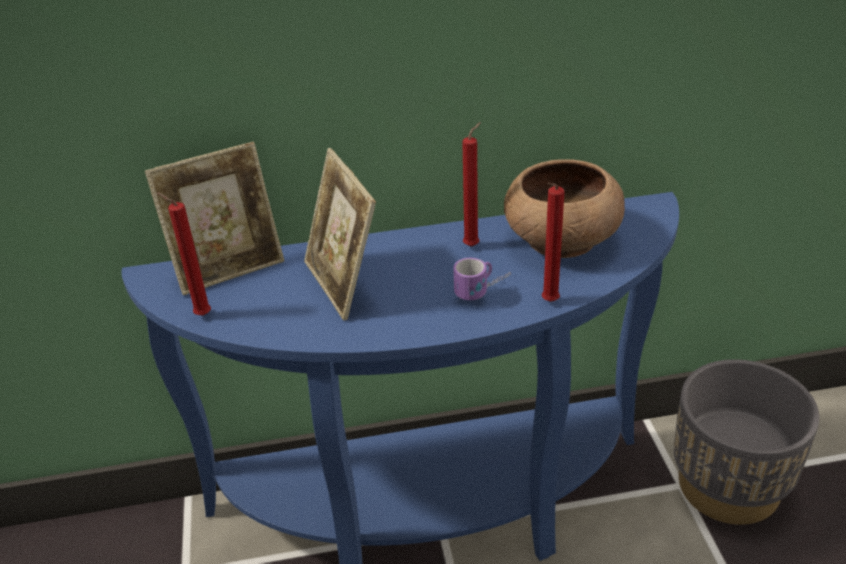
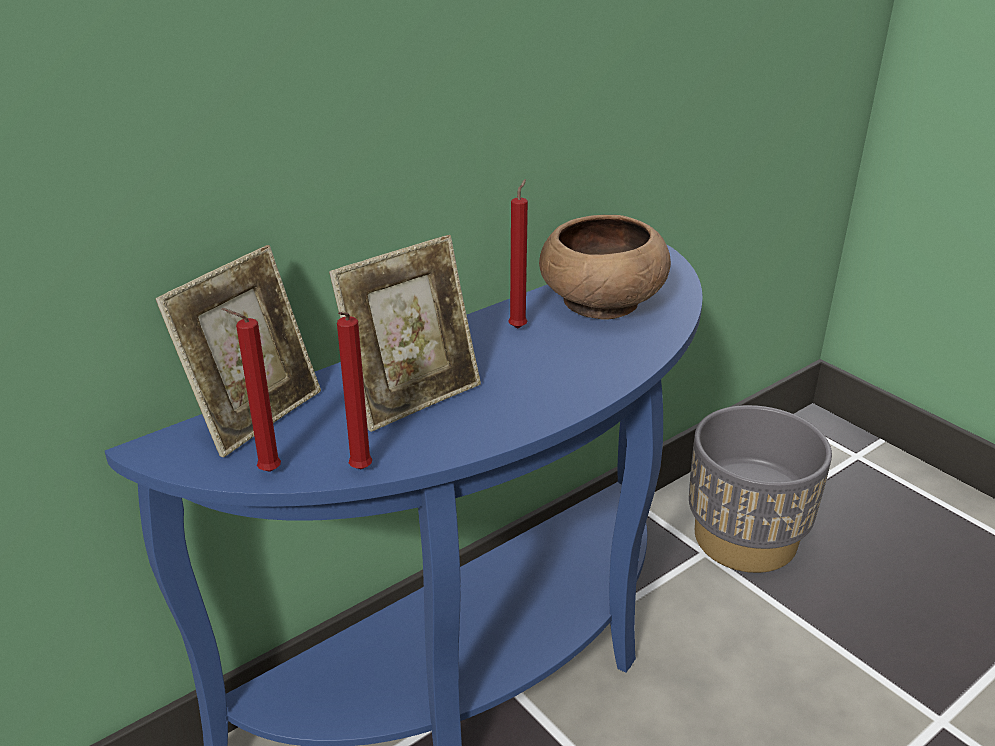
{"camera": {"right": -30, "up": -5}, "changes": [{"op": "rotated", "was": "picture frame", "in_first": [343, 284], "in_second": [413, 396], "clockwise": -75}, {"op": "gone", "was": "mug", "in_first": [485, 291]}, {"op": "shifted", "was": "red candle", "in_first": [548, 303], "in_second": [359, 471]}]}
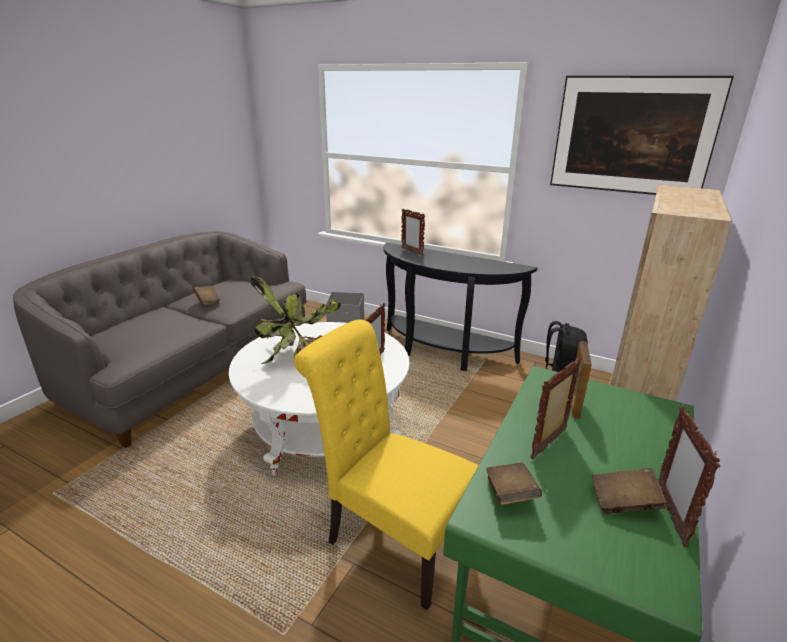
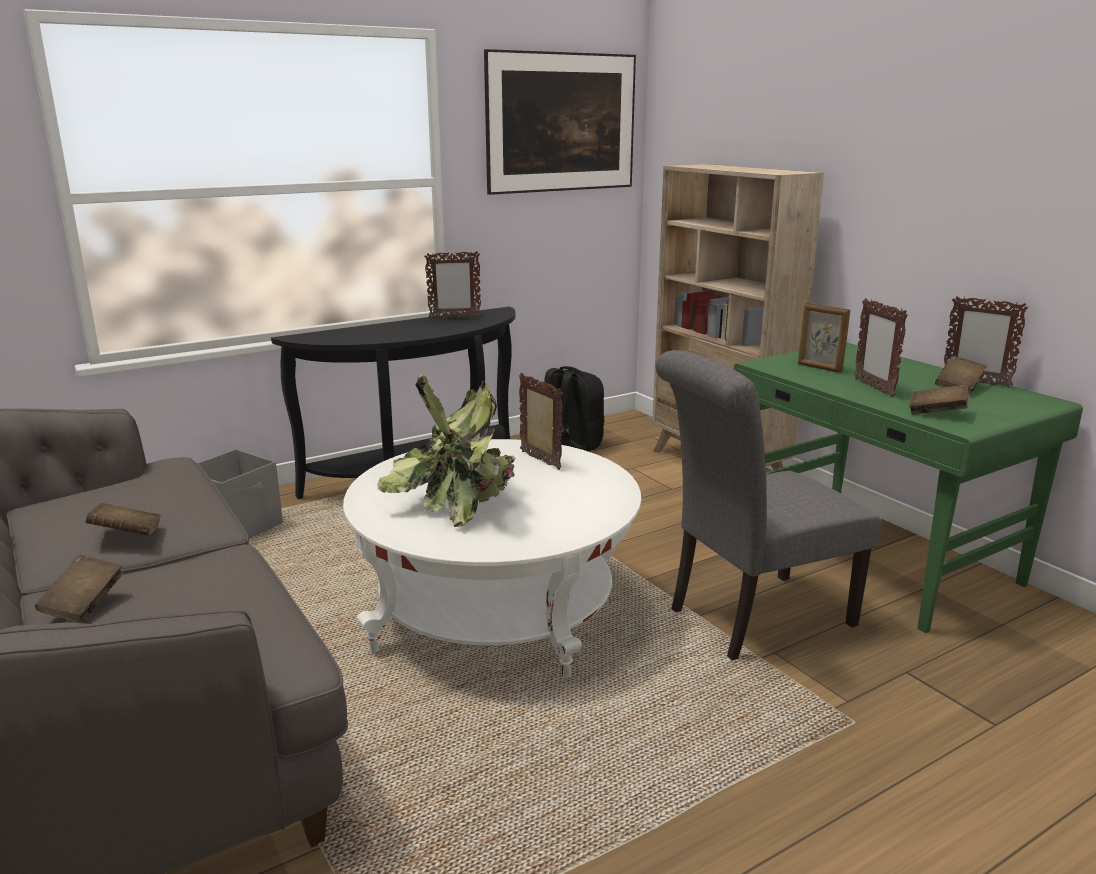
{"camera": {"right": -60, "up": -5}, "changes": [{"op": "repainted", "was": "yellow chair", "now": "grey chair", "in_first": [390, 539], "in_second": [751, 619]}, {"op": "shifted", "was": "picture frame", "in_first": [412, 252], "in_second": [454, 318]}, {"op": "new", "now": "brown book", "in_second": [84, 604]}]}
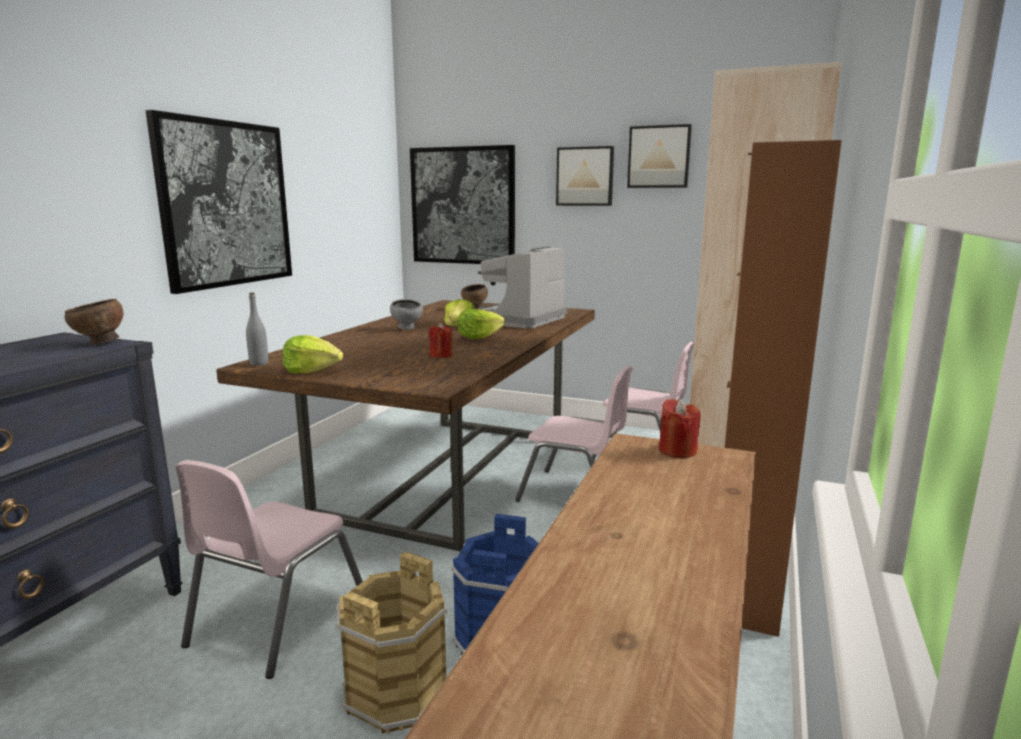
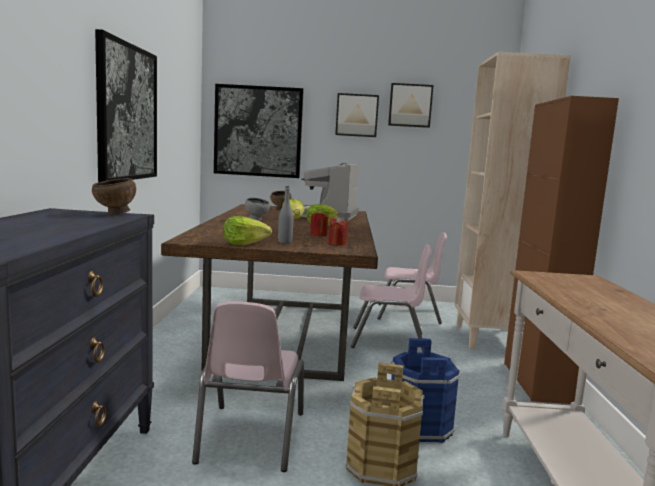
{"camera": {"right": -20, "up": -5}, "changes": [{"op": "shifted", "was": "grey bottle", "in_first": [259, 363], "in_second": [285, 242]}, {"op": "shifted", "was": "red candle", "in_first": [677, 451], "in_second": [337, 243]}]}
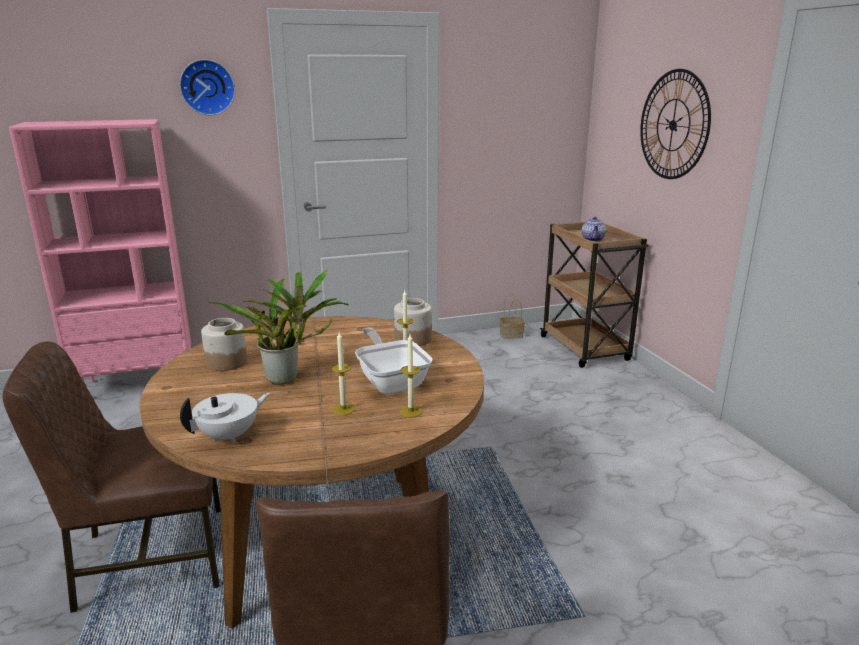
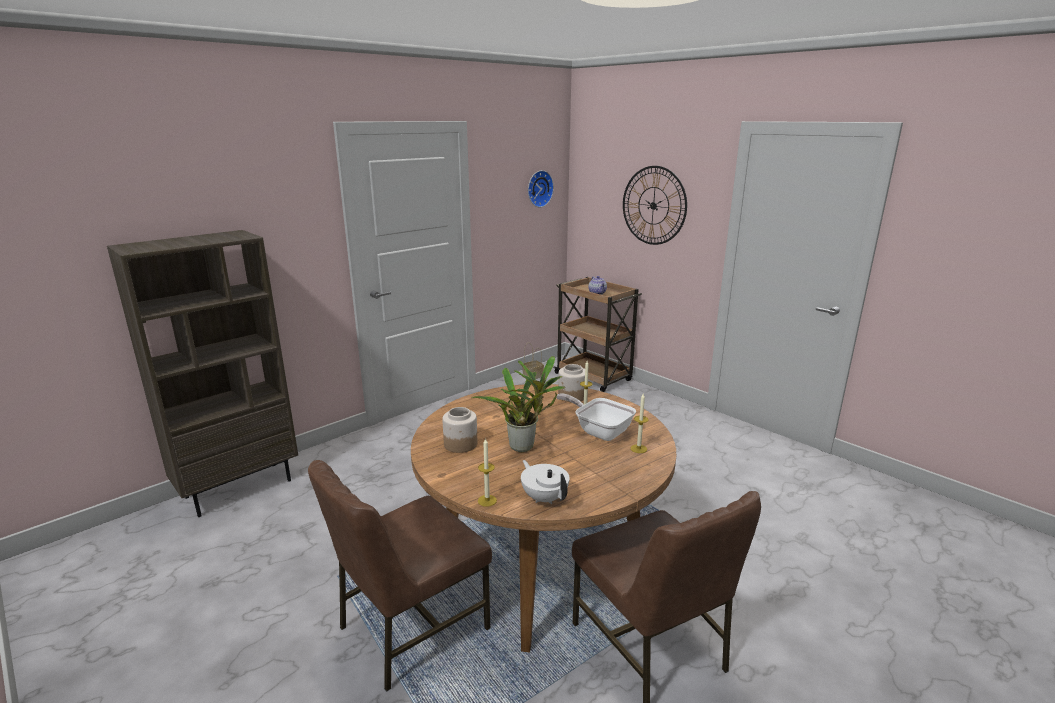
{"camera": {"right": -25, "up": 0}, "changes": [{"op": "repainted", "was": "pink bookcase", "now": "brown bookcase", "in_first": [138, 383], "in_second": [239, 488]}, {"op": "shifted", "was": "wall clock", "in_first": [207, 87], "in_second": [538, 188]}, {"op": "rotated", "was": "white teapot", "in_first": [230, 436], "in_second": [544, 498], "clockwise": -60}, {"op": "shifted", "was": "candle", "in_first": [343, 409], "in_second": [487, 500]}]}
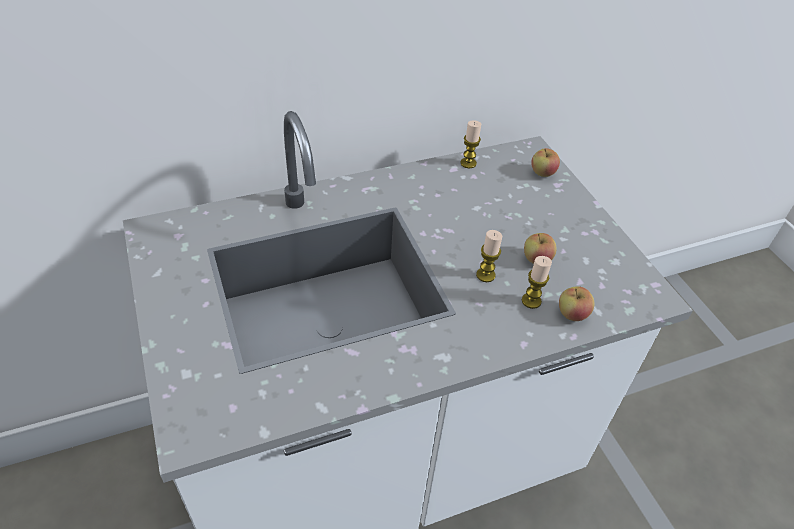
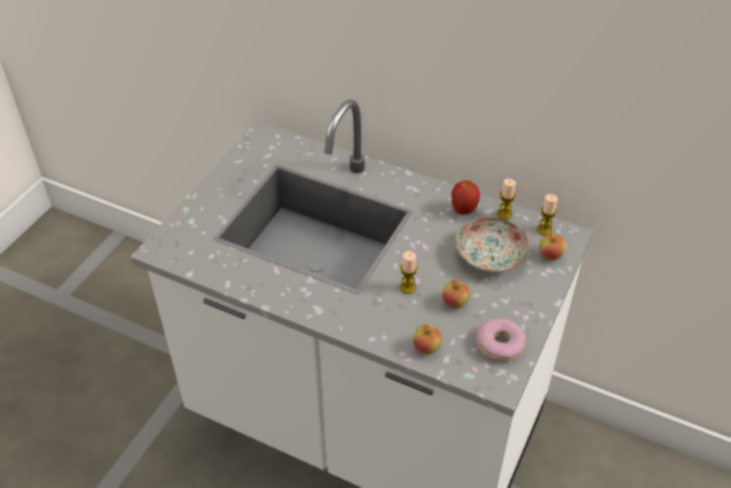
{"camera": {"right": 50, "up": 0}, "changes": [{"op": "shifted", "was": "candle", "in_first": [531, 301], "in_second": [544, 229]}, {"op": "new", "now": "apple", "in_second": [463, 211]}, {"op": "new", "now": "plate", "in_second": [491, 255]}, {"op": "new", "now": "donut", "in_second": [499, 345]}]}
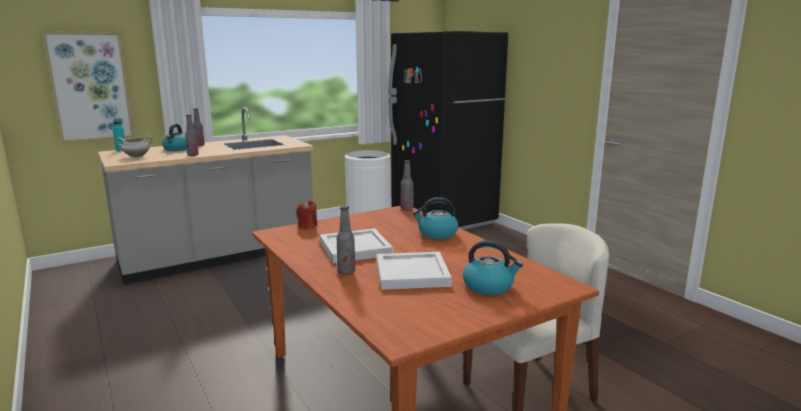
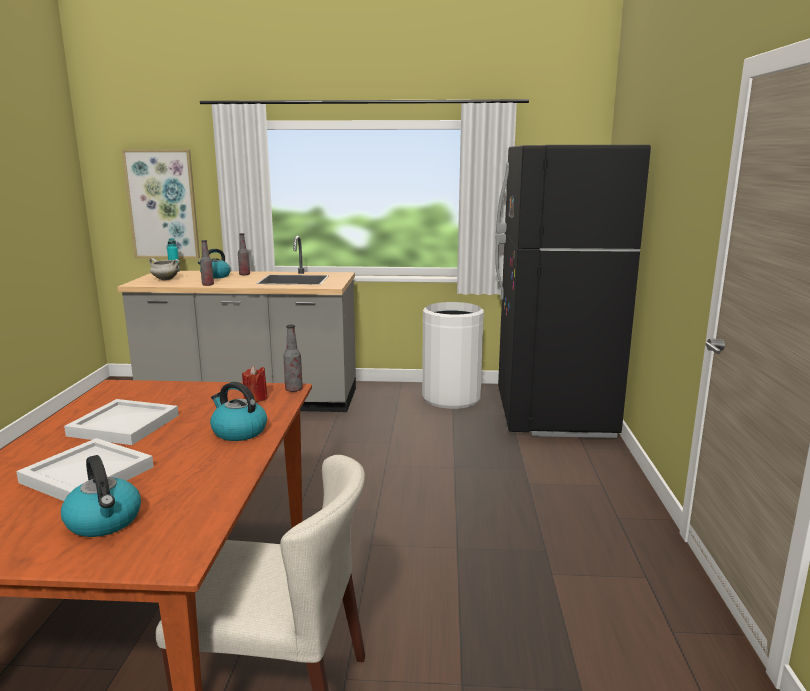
{"camera": {"right": 35, "up": 0}, "changes": [{"op": "shifted", "was": "red candle", "in_first": [307, 226], "in_second": [255, 398]}, {"op": "gone", "was": "bottle", "in_first": [346, 272]}]}
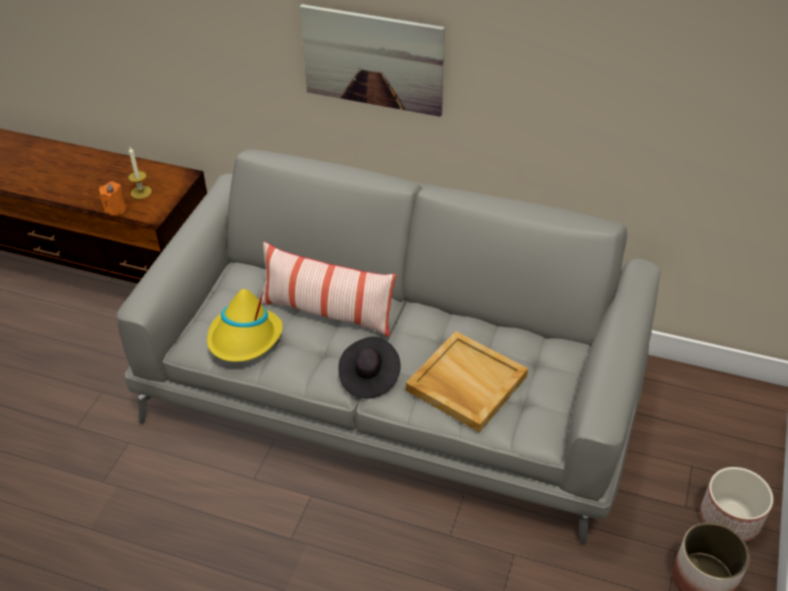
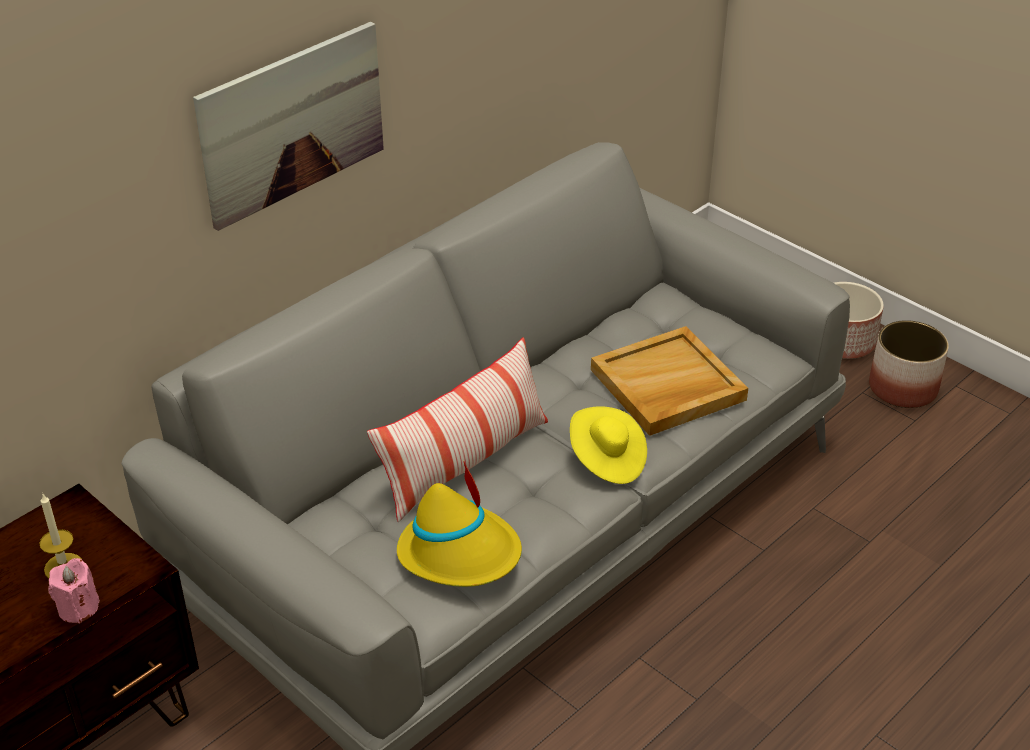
{"camera": {"right": -65, "up": -5}, "changes": [{"op": "repainted", "was": "orange candle", "now": "pink candle", "in_first": [115, 209], "in_second": [78, 608]}, {"op": "repainted", "was": "black hat", "now": "yellow hat", "in_first": [369, 377], "in_second": [606, 460]}]}
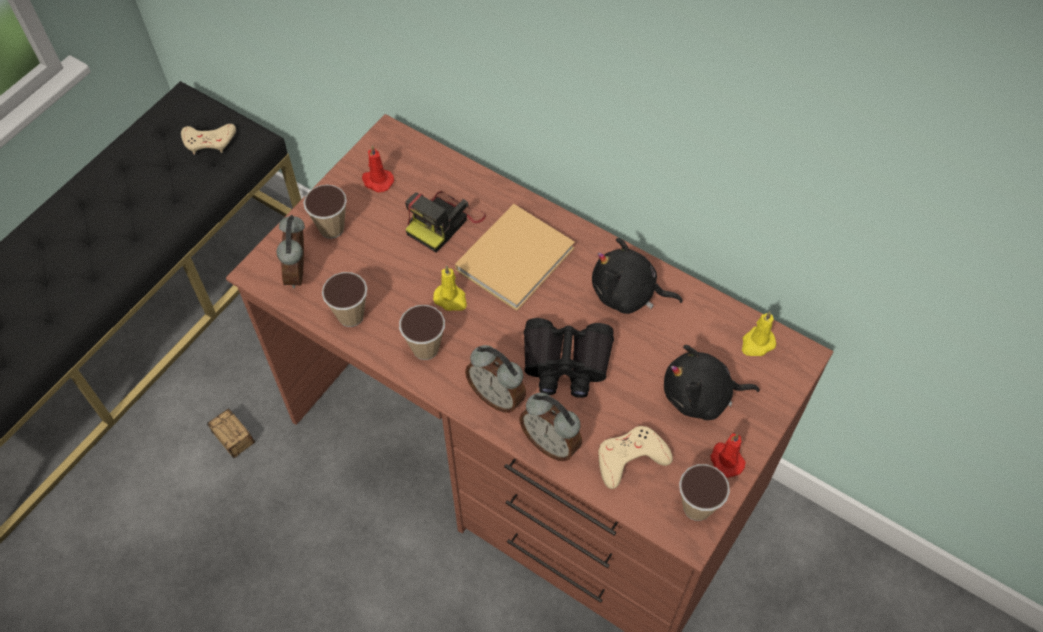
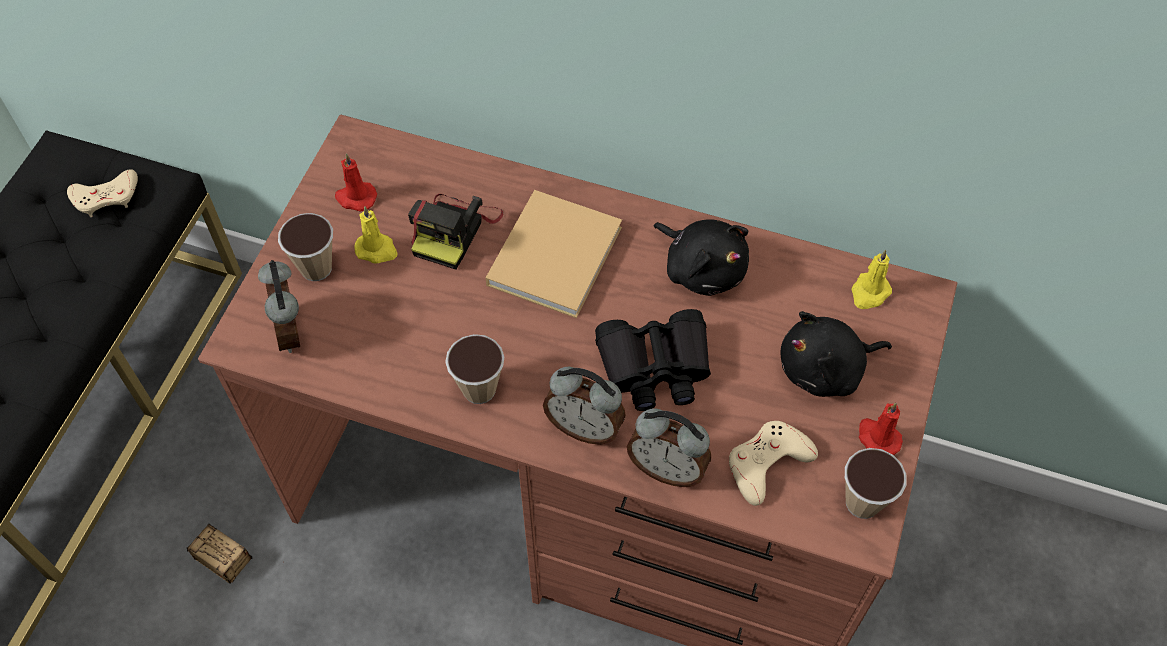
{"camera": {"right": -15, "up": 0}, "changes": [{"op": "gone", "was": "cup", "in_first": [351, 316]}, {"op": "shifted", "was": "yellow candle", "in_first": [451, 299], "in_second": [377, 250]}, {"op": "rotated", "was": "black plush toy", "in_first": [628, 294], "in_second": [702, 268], "clockwise": -135}]}
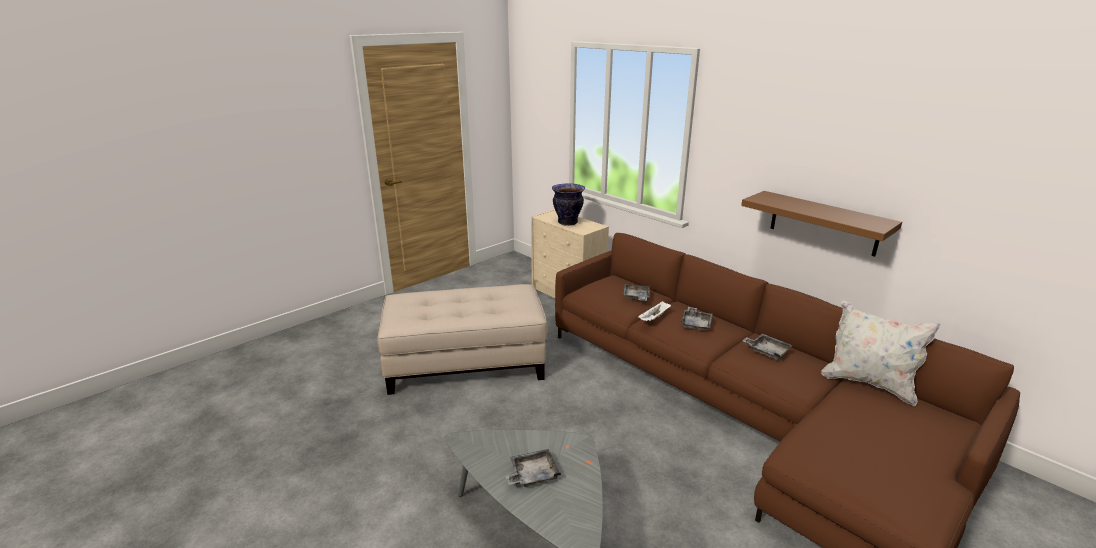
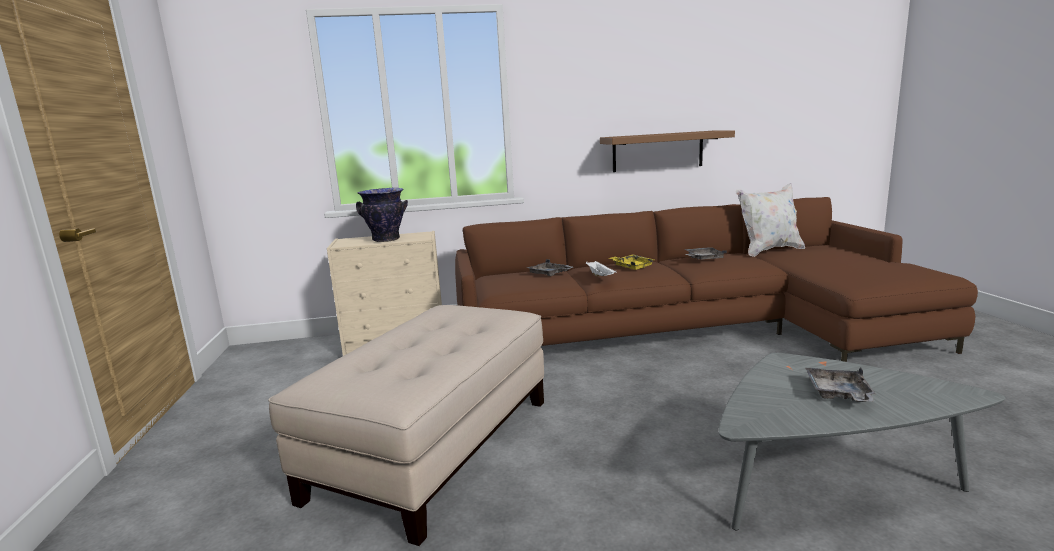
{"camera": {"right": -55, "up": -10}, "changes": [{"op": "repainted", "was": "grey tray", "now": "yellow tray", "in_first": [696, 324], "in_second": [632, 267]}]}
